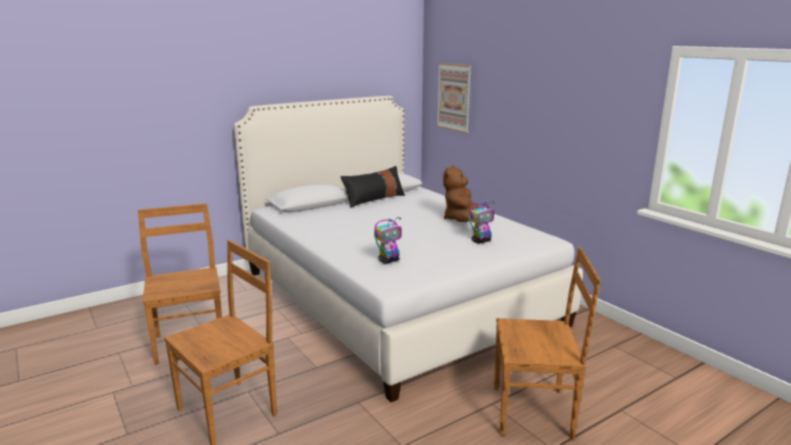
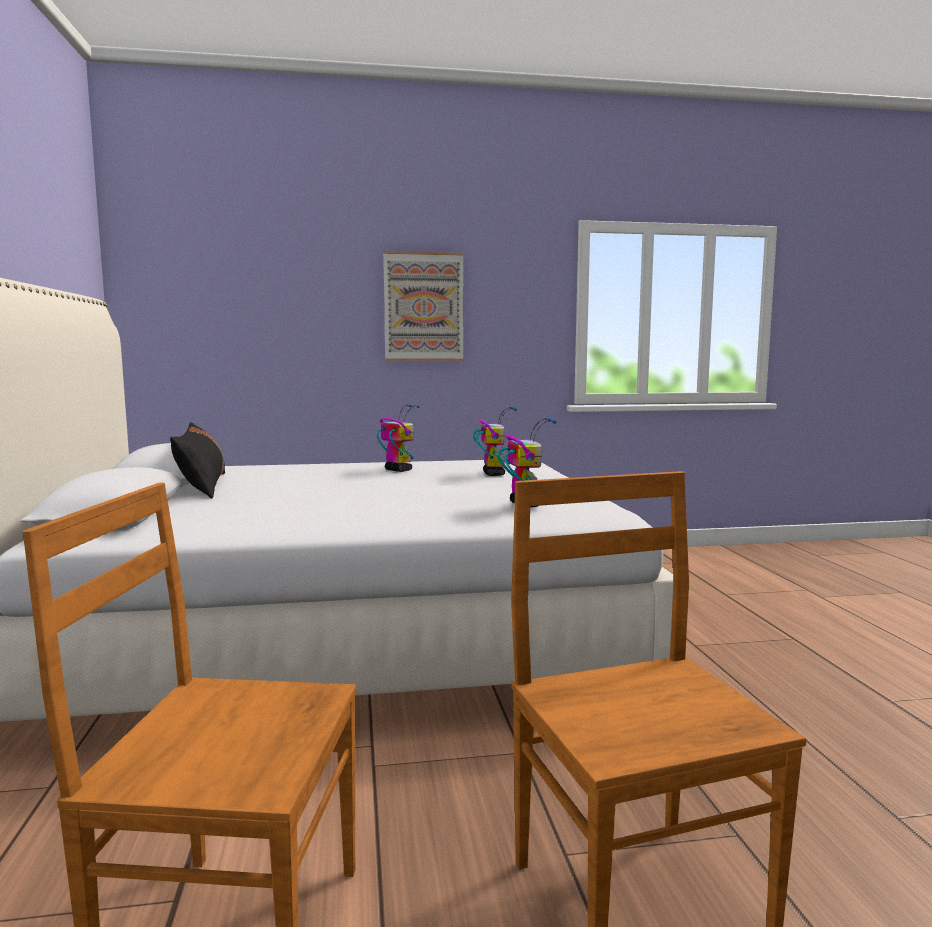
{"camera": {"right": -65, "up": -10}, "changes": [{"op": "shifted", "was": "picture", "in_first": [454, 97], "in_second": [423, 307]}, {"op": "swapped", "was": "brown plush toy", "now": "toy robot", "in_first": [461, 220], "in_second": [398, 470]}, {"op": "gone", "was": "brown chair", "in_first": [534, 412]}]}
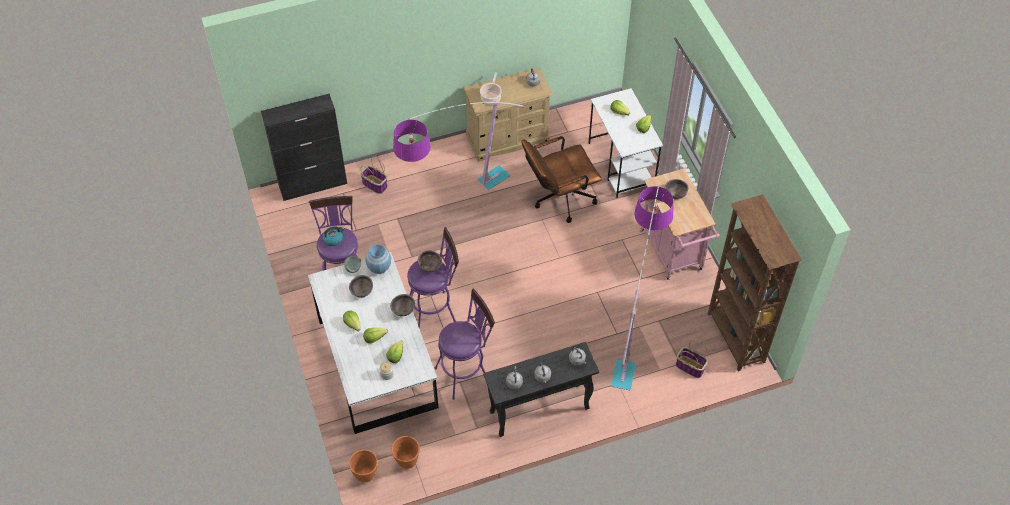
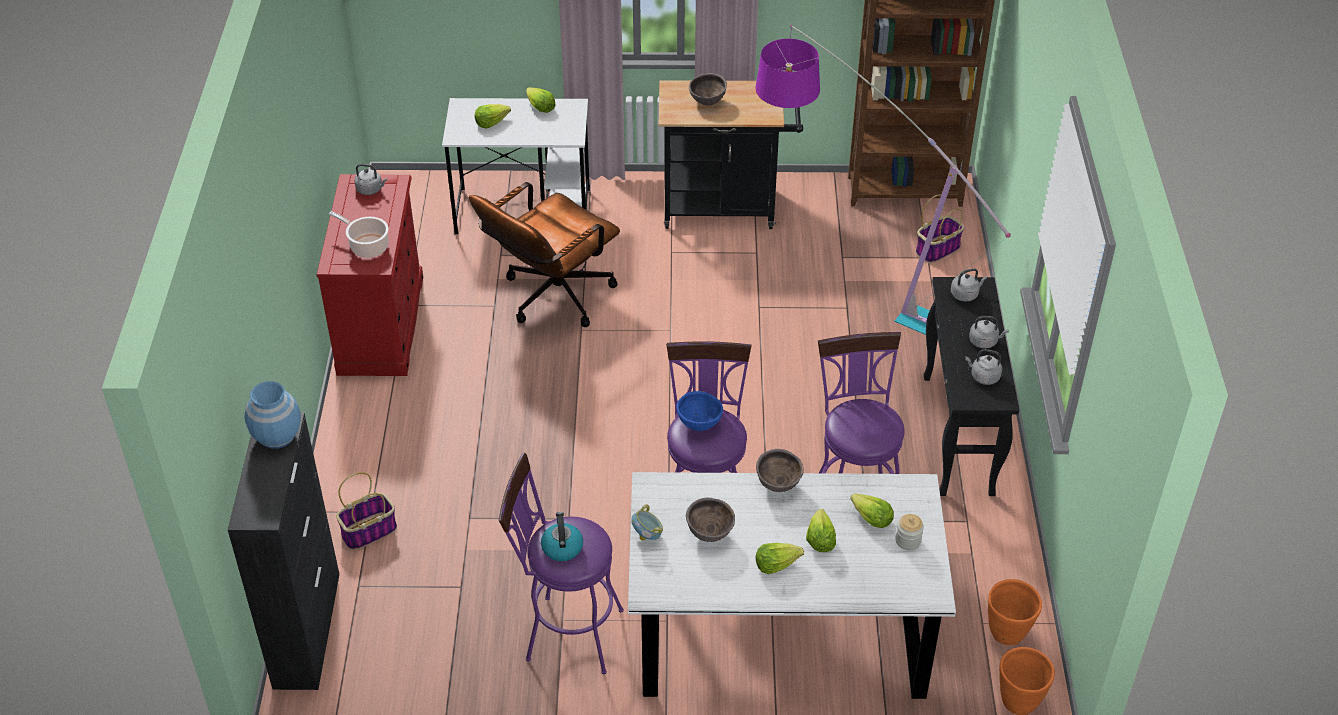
{"camera": {"right": -70, "up": -10}, "changes": [{"op": "shifted", "was": "blue vase", "in_first": [379, 267], "in_second": [277, 436]}, {"op": "gone", "was": "floor lamp", "in_first": [453, 203]}, {"op": "repainted", "was": "brown bowl", "now": "blue bowl", "in_first": [430, 268], "in_second": [699, 425]}, {"op": "repainted", "was": "beige dresser", "now": "red dresser", "in_first": [508, 138], "in_second": [381, 324]}, {"op": "rotated", "was": "brown office chair", "in_first": [559, 199], "in_second": [550, 299], "clockwise": 45}, {"op": "repainted", "was": "pink cart", "now": "black cart", "in_first": [673, 254], "in_second": [727, 208]}]}
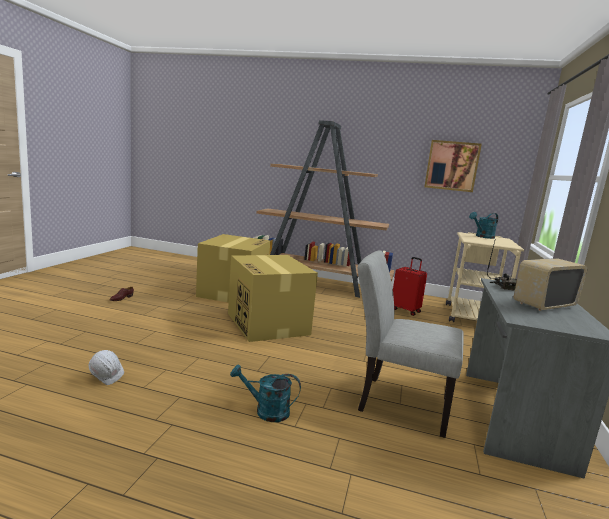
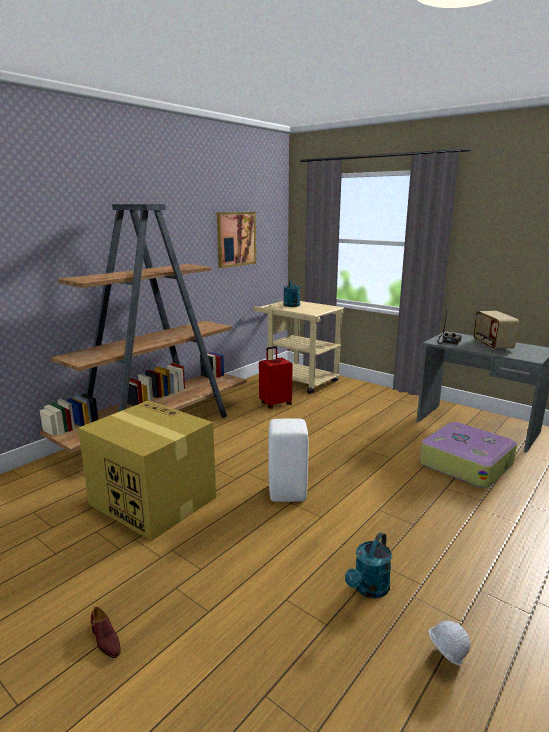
{"camera": {"right": -65, "up": 5}, "changes": [{"op": "swapped", "was": "cardboard box", "now": "white stool", "in_first": [268, 324], "in_second": [288, 493]}, {"op": "shifted", "was": "turquoise watering can", "in_first": [266, 411], "in_second": [369, 589]}, {"op": "swapped", "was": "grey chair", "now": "suitcase", "in_first": [396, 402], "in_second": [465, 464]}]}
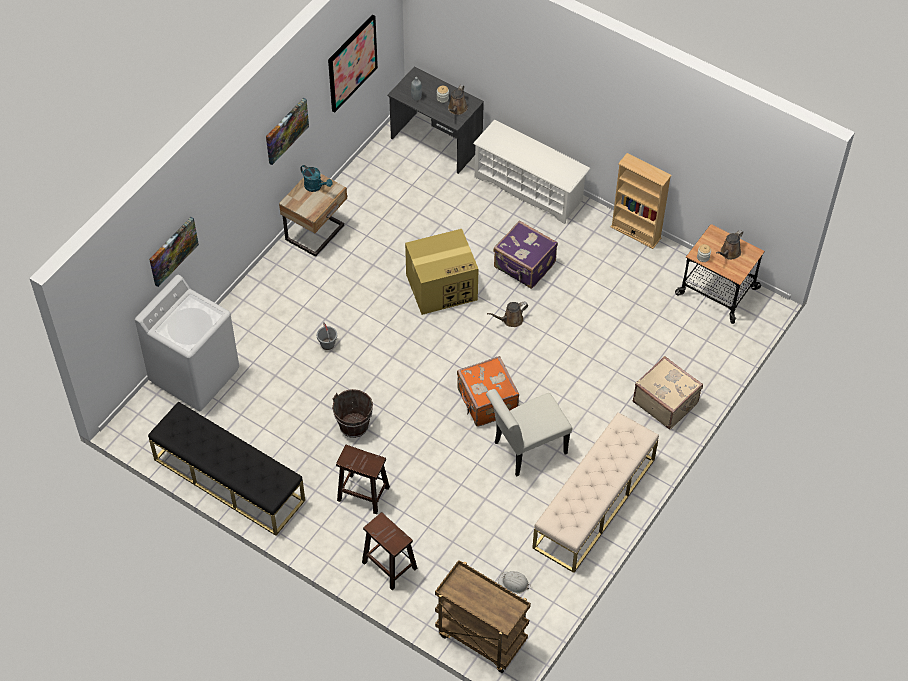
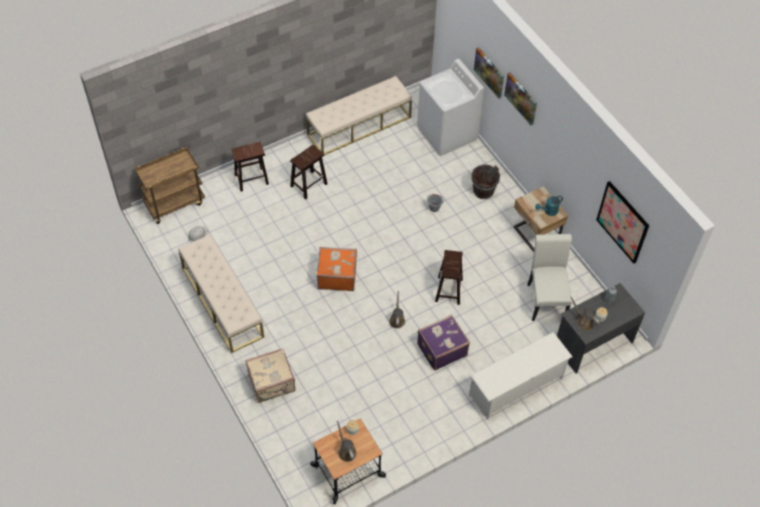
{"camera": {"right": 115, "up": 0}, "changes": [{"op": "repainted", "was": "black bench", "now": "beige bench", "in_first": [228, 480], "in_second": [359, 126]}, {"op": "shifted", "was": "picture", "in_first": [286, 130], "in_second": [521, 98]}, {"op": "shifted", "was": "brown bucket", "in_first": [354, 425], "in_second": [483, 191]}, {"op": "swapped", "was": "cardboard box", "now": "brown stool", "in_first": [442, 287], "in_second": [449, 290]}, {"op": "shifted", "was": "white chair", "in_first": [526, 450], "in_second": [546, 298]}, {"op": "gone", "was": "beige bookcase", "in_first": [635, 232]}]}
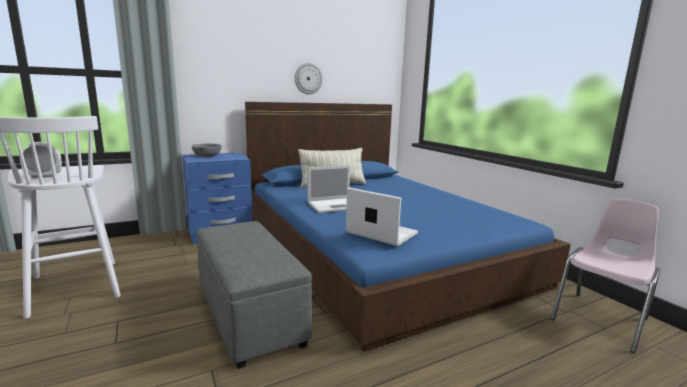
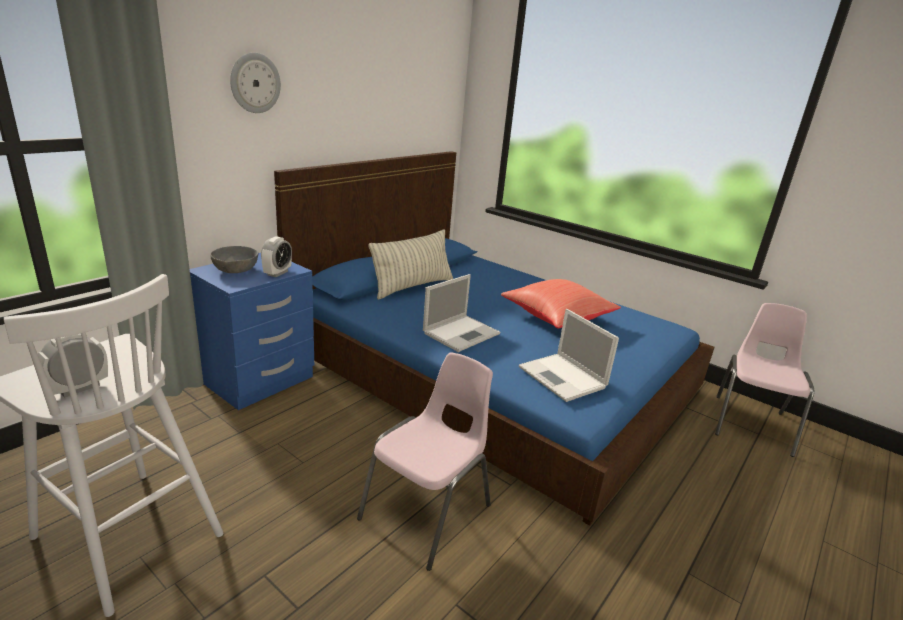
{"camera": {"right": -25, "up": 10}, "changes": [{"op": "swapped", "was": "grey ottoman", "now": "pink chair", "in_first": [249, 314], "in_second": [428, 512]}, {"op": "shifted", "was": "wall clock", "in_first": [308, 78], "in_second": [255, 83]}, {"op": "rotated", "was": "laptop", "in_first": [380, 233], "in_second": [563, 378], "clockwise": -135}, {"op": "new", "now": "alarm clock", "in_second": [277, 273]}, {"op": "new", "now": "red pillow", "in_second": [556, 317]}]}
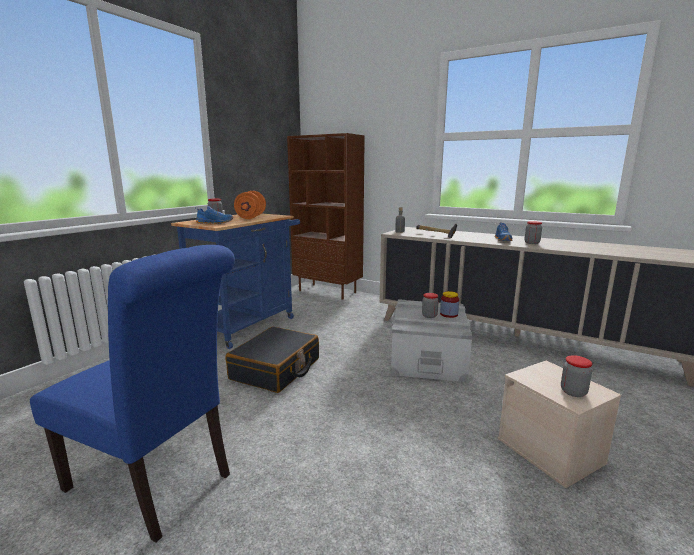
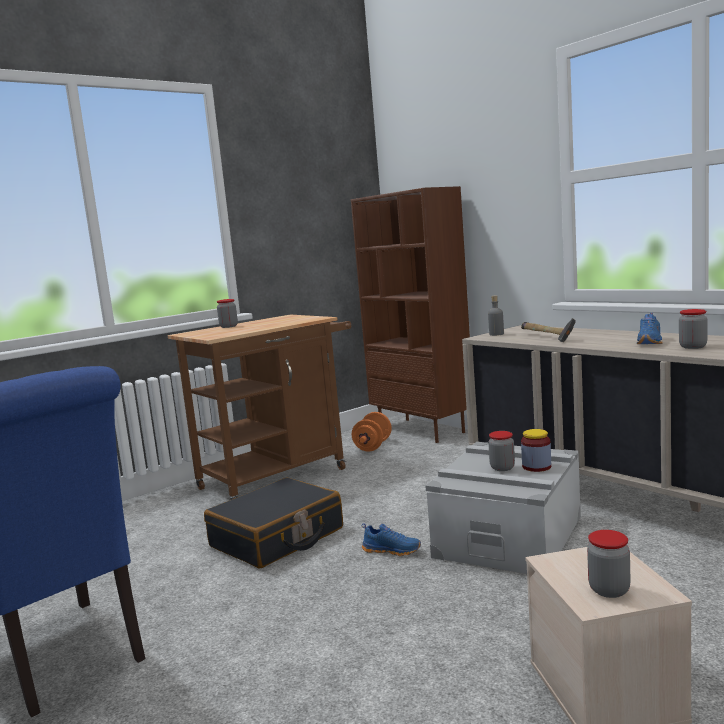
{"camera": {"right": 20, "up": -5}, "changes": [{"op": "repainted", "was": "blue cart", "now": "brown cart", "in_first": [249, 324], "in_second": [280, 475]}, {"op": "shifted", "was": "blue shoe", "in_first": [215, 223], "in_second": [392, 550]}, {"op": "shifted", "was": "orange dumbbell", "in_first": [251, 217], "in_second": [373, 446]}]}
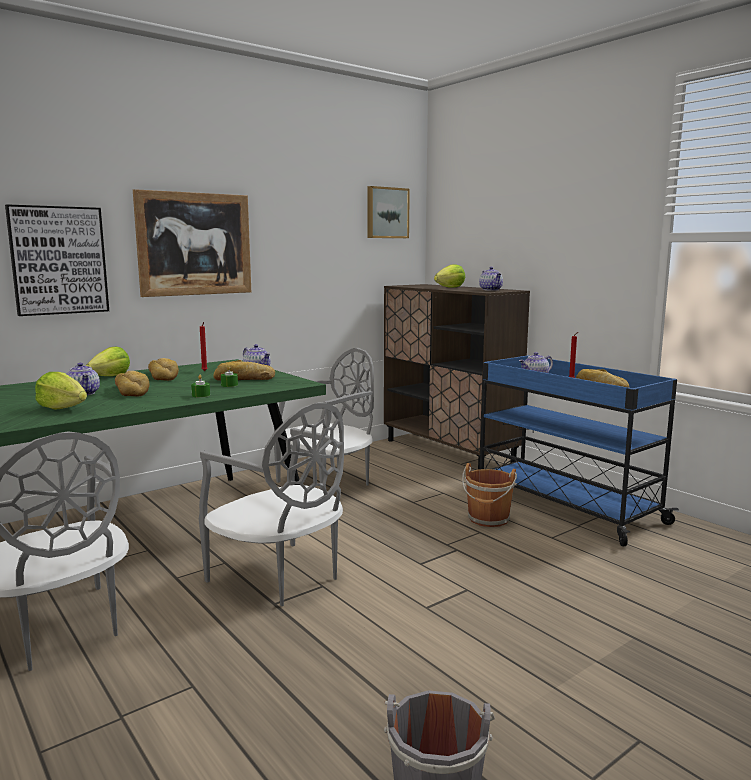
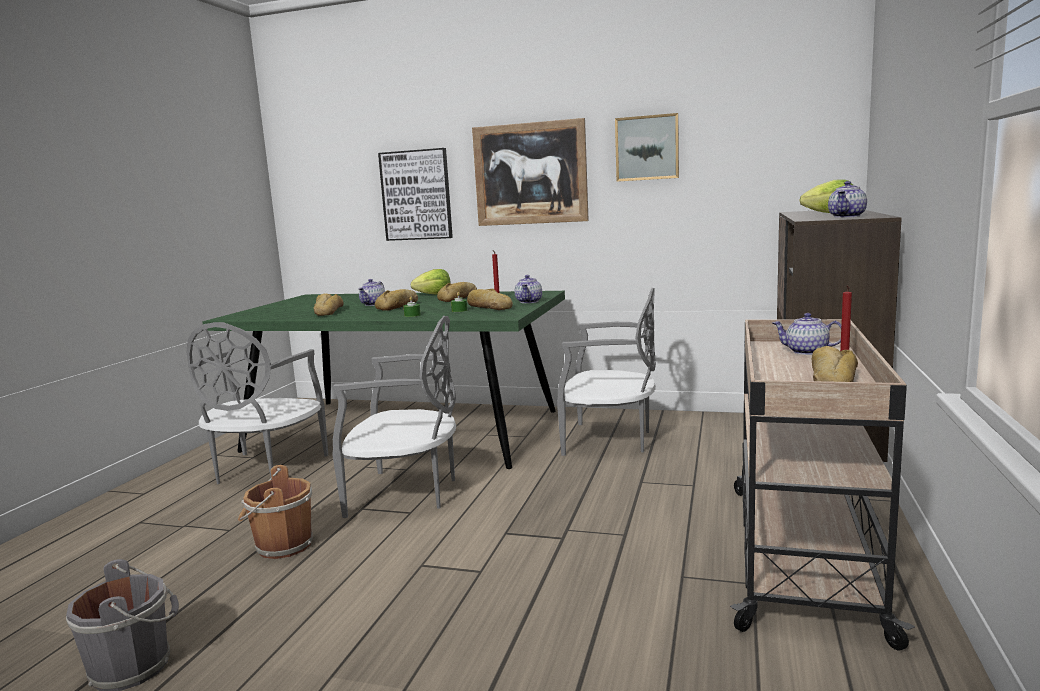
{"camera": {"right": 55, "up": 0}, "changes": [{"op": "swapped", "was": "lettuce", "now": "bread", "in_first": [63, 408], "in_second": [327, 312]}, {"op": "rotated", "was": "grey chair", "in_first": [280, 577], "in_second": [406, 493], "clockwise": -90}, {"op": "shifted", "was": "picture", "in_first": [386, 213], "in_second": [647, 148]}, {"op": "shifted", "was": "brown bucket", "in_first": [488, 519], "in_second": [281, 546]}, {"op": "repainted", "was": "blue cart", "now": "beige cart", "in_first": [562, 504], "in_second": [801, 553]}]}
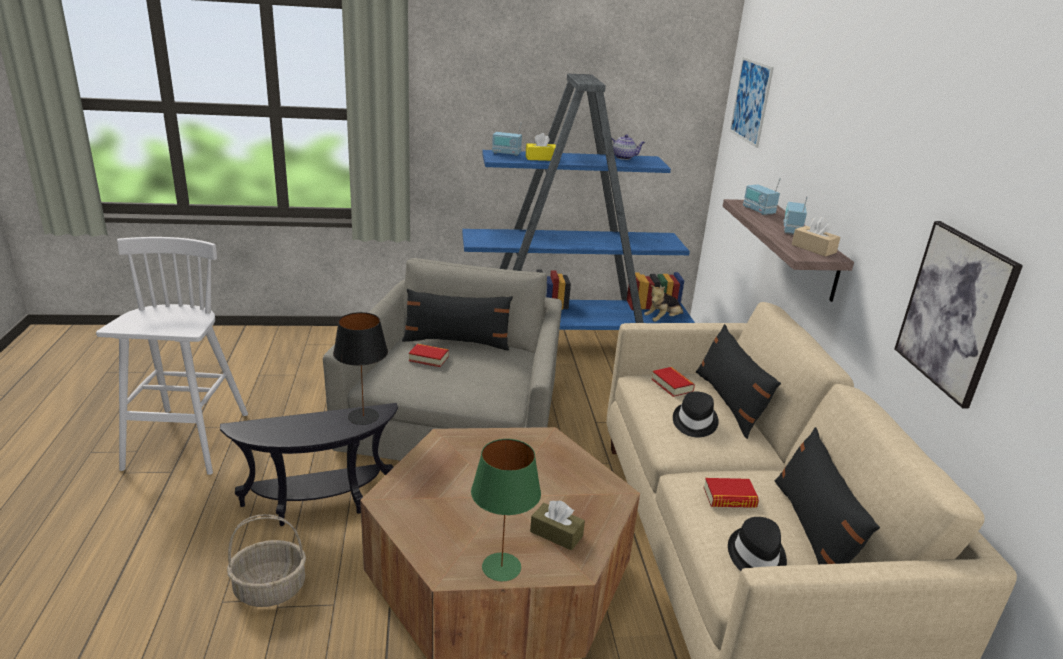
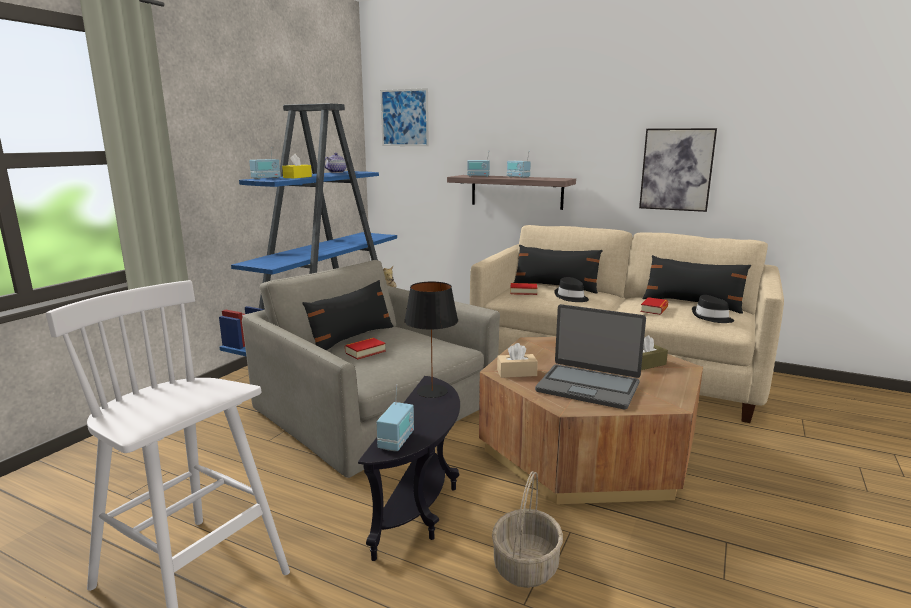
{"camera": {"right": -55, "up": -10}, "changes": [{"op": "gone", "was": "green table lamp", "in_first": [501, 567]}, {"op": "shifted", "was": "beige tissue box", "in_first": [813, 248], "in_second": [516, 373]}, {"op": "new", "now": "radio", "in_second": [397, 441]}, {"op": "new", "now": "laptop", "in_second": [588, 387]}]}
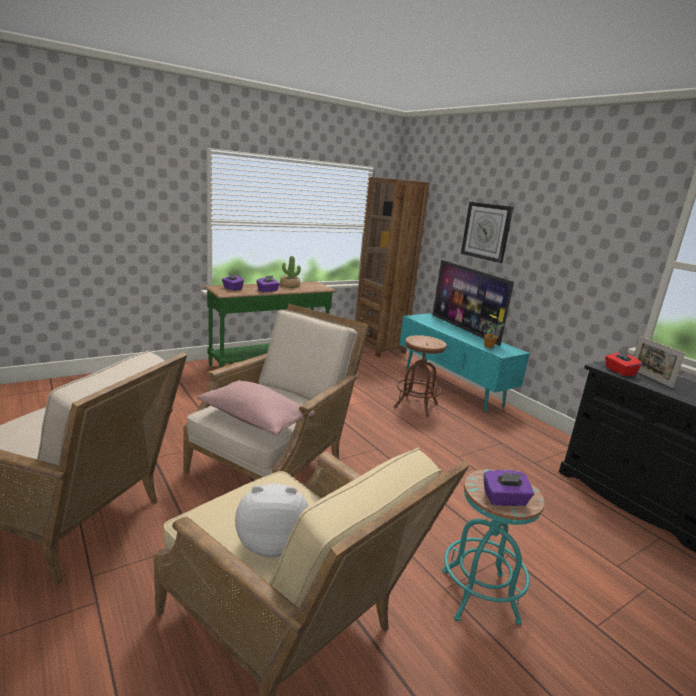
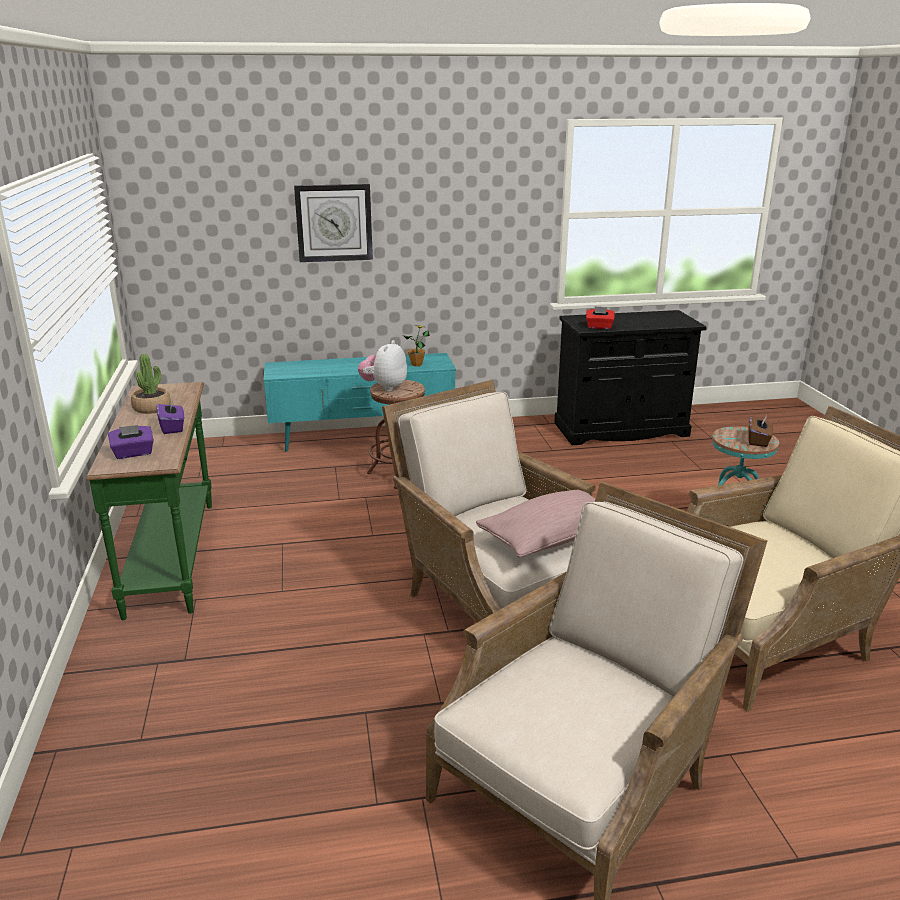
{"camera": {"right": -65, "up": 5}, "changes": [{"op": "shifted", "was": "plush toy", "in_first": [272, 543], "in_second": [384, 387]}, {"op": "gone", "was": "brown bookcase", "in_first": [379, 348]}, {"op": "gone", "was": "television", "in_first": [465, 329]}, {"op": "repainted", "was": "purple tissue box", "now": "brown tissue box", "in_first": [505, 500], "in_second": [758, 441]}, {"op": "gone", "was": "picture frame", "in_first": [650, 377]}]}
